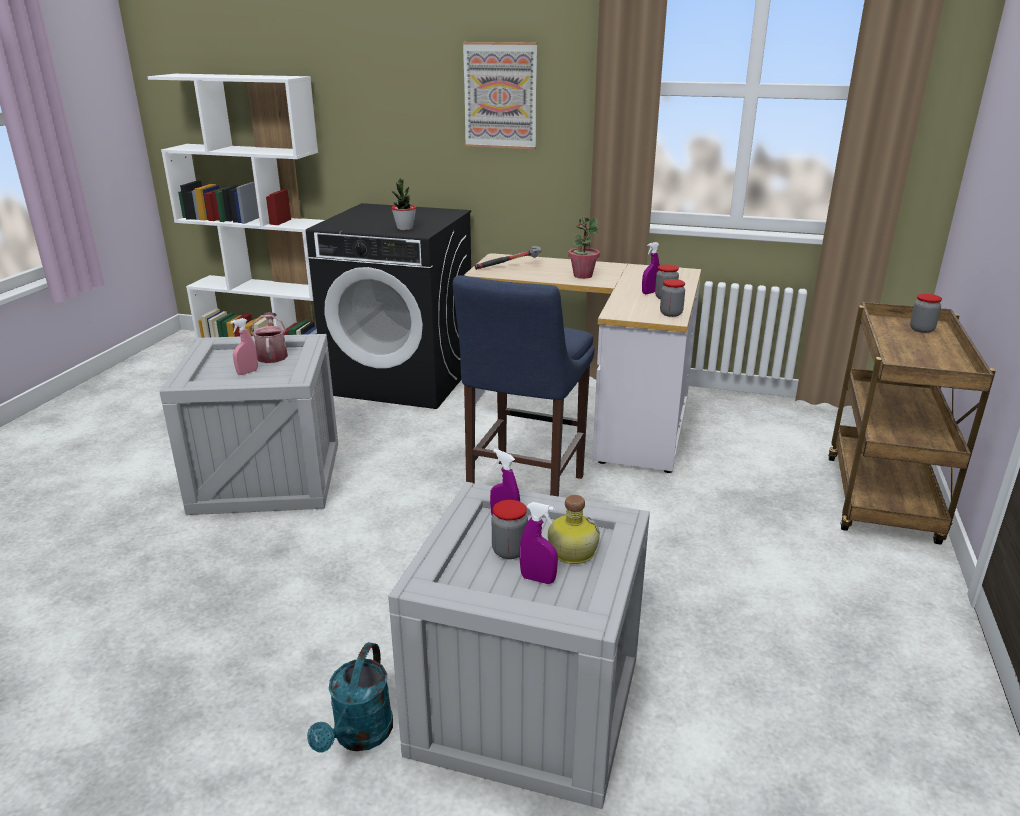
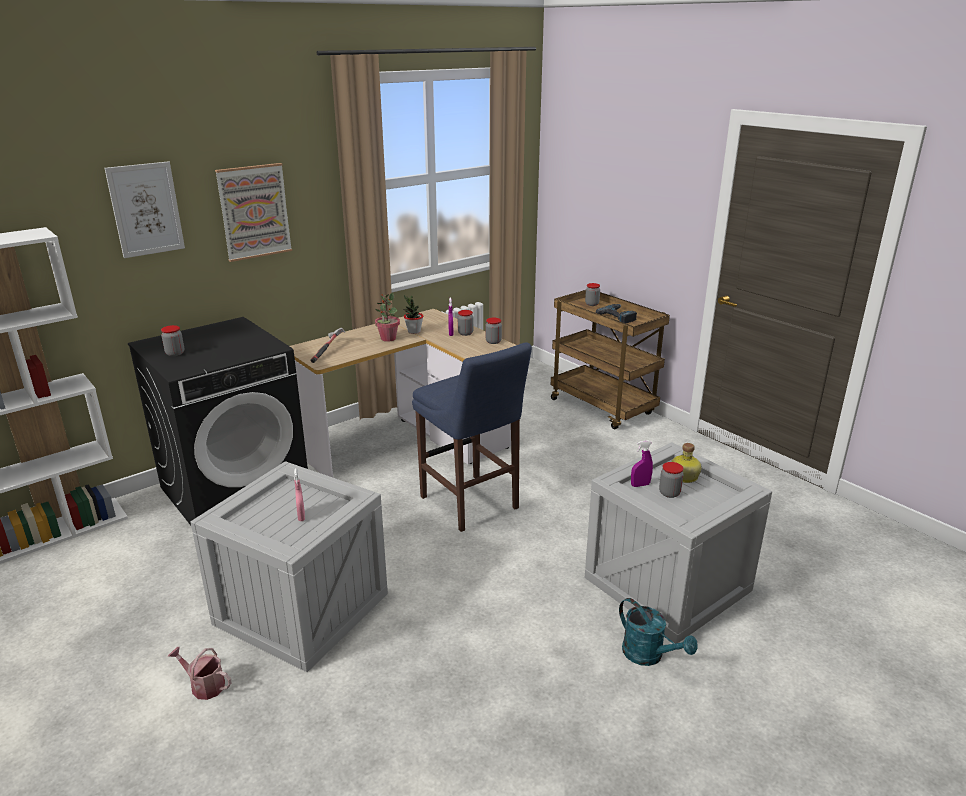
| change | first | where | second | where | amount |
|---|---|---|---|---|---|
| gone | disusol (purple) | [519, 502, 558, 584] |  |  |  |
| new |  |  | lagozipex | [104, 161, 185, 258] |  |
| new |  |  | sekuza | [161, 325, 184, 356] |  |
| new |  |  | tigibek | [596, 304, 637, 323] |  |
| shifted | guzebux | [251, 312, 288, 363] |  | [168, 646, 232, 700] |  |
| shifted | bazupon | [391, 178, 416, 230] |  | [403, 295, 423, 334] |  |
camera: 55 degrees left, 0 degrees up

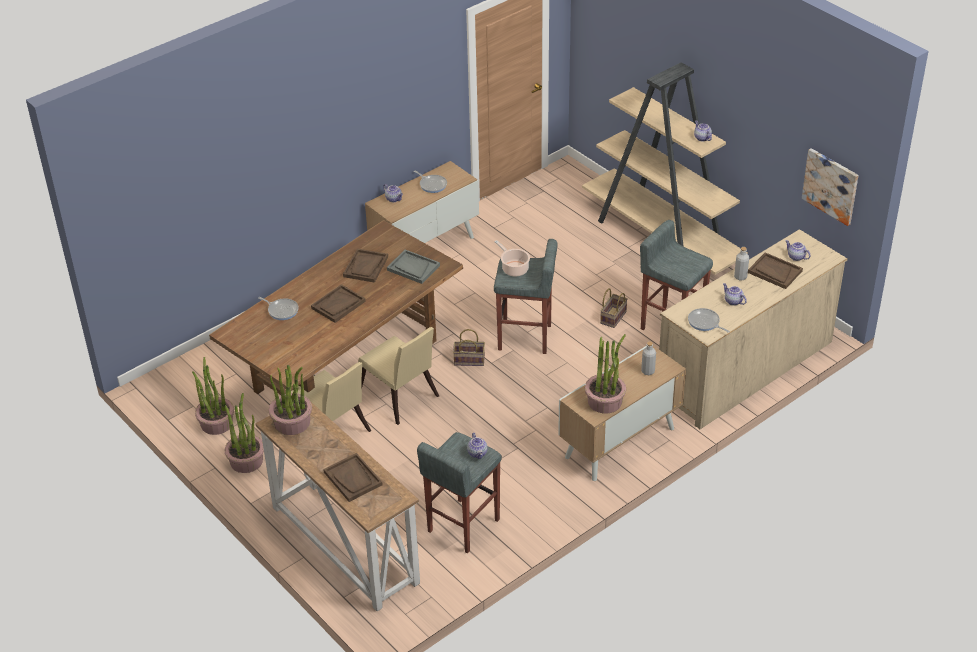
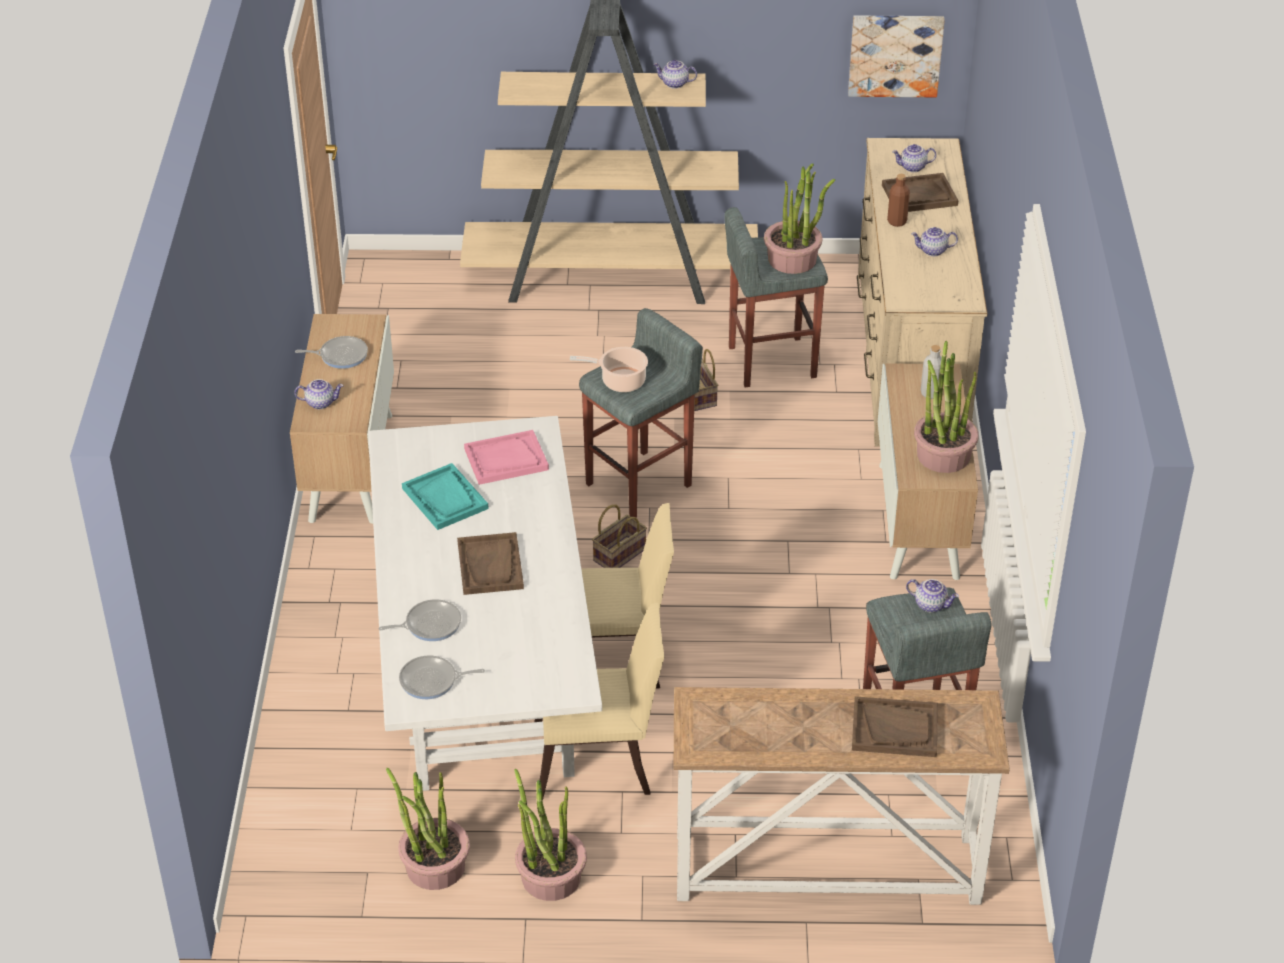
| change | first | where | second | where | amount |
|---|---|---|---|---|---|
| shifted | bazupon | [269, 365, 312, 435] |  | [764, 163, 835, 274] |  |
| shifted | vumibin | [688, 308, 730, 333] |  | [399, 655, 485, 699] |  |
| repainted | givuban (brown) | [209, 220, 463, 395] | givuban (white) | [368, 416, 602, 791] |  |
| repainted | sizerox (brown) | [343, 249, 388, 283] | sizerox (turquoise) | [402, 463, 489, 530] |  |
| repainted | sizerox (grey) | [387, 250, 440, 284] | sizerox (pink) | [464, 430, 549, 485] |  |
| repainted | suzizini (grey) | [734, 247, 749, 281] | suzizini (brown) | [887, 174, 910, 227] |  |
camera: 50 degrees left, 0 degrees up

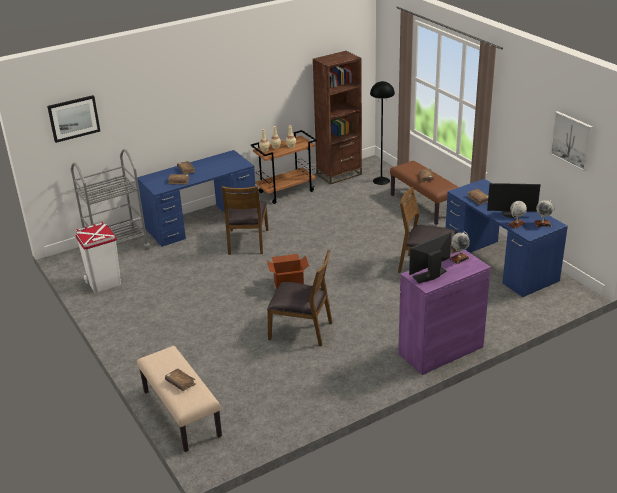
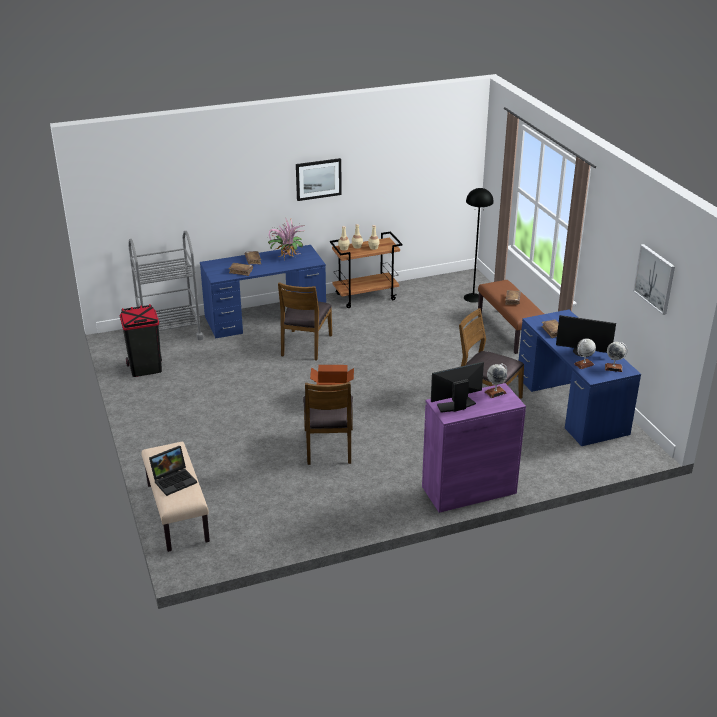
| change | first | where | second | where | amount |
|---|---|---|---|---|---|
| gone | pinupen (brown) | [313, 51, 362, 185] |  |  |  |
| new |  |  | bazupon | [266, 218, 304, 258] |  |
| shifted | lagozipex | [47, 95, 100, 143] |  | [296, 158, 342, 201] |  |
| swapped | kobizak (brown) | [165, 368, 195, 391] | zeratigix | [149, 446, 197, 496] |  |
| repainted | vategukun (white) | [76, 222, 121, 293] | vategukun (black) | [120, 304, 162, 377] |  |
| rotated | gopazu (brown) | [267, 250, 332, 346] |  | [303, 382, 353, 465] | 60 degrees clockwise |
camera: 10 degrees right, 0 degrees up

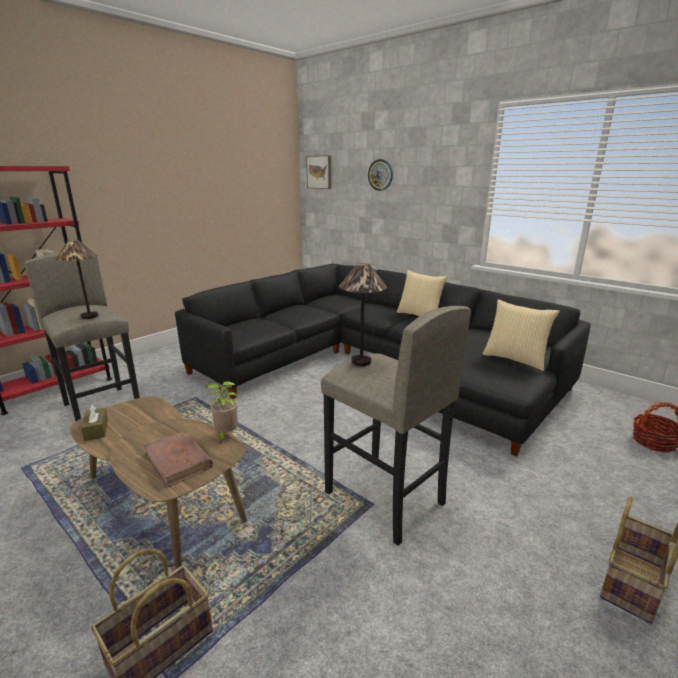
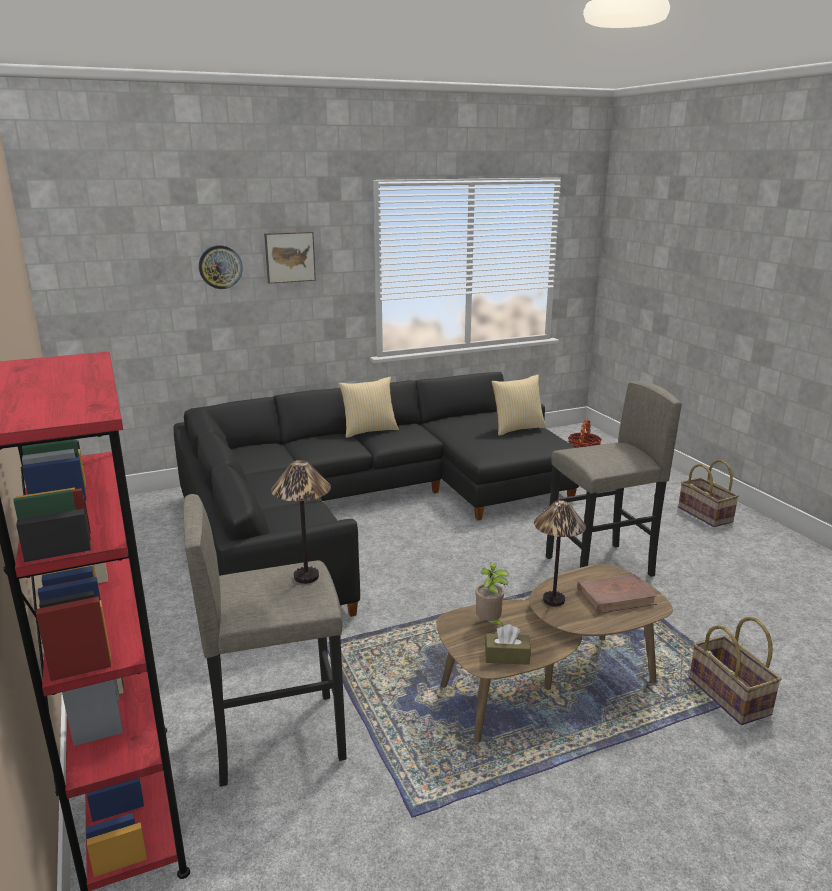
| change | first | where | second | where | amount |
|---|---|---|---|---|---|
| shifted | bazupon | [205, 381, 238, 444] |  | [475, 562, 508, 627] |  |
| shifted | lagozipex | [306, 155, 331, 189] |  | [264, 231, 316, 284] |  |
| shifted | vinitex | [339, 263, 387, 366] |  | [534, 500, 586, 606] |  |
camera: 65 degrees left, 0 degrees up

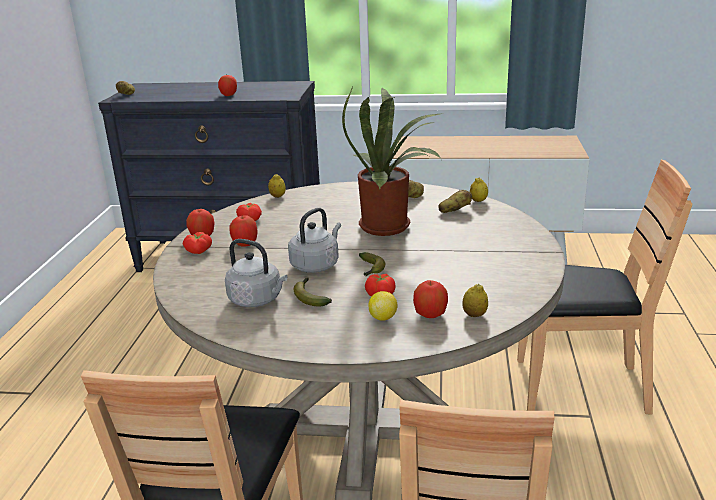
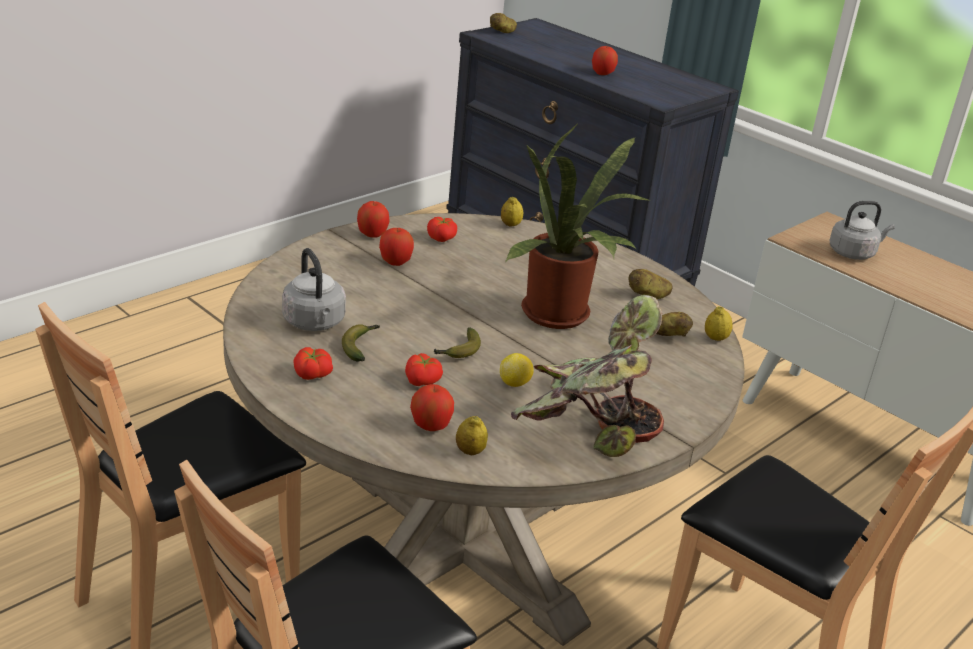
| change | first | where | second | where | amount |
|---|---|---|---|---|---|
| new |  |  | bazupon | [511, 295, 664, 457] |  |
| shifted | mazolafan | [183, 232, 212, 254] |  | [293, 347, 333, 380] |  |
| shifted | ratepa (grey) | [288, 208, 341, 273] |  | [829, 201, 895, 260] |  |
| shifted | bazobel | [369, 291, 398, 321] |  | [500, 353, 534, 387] |  |
camera: 35 degrees right, 5 degrees up

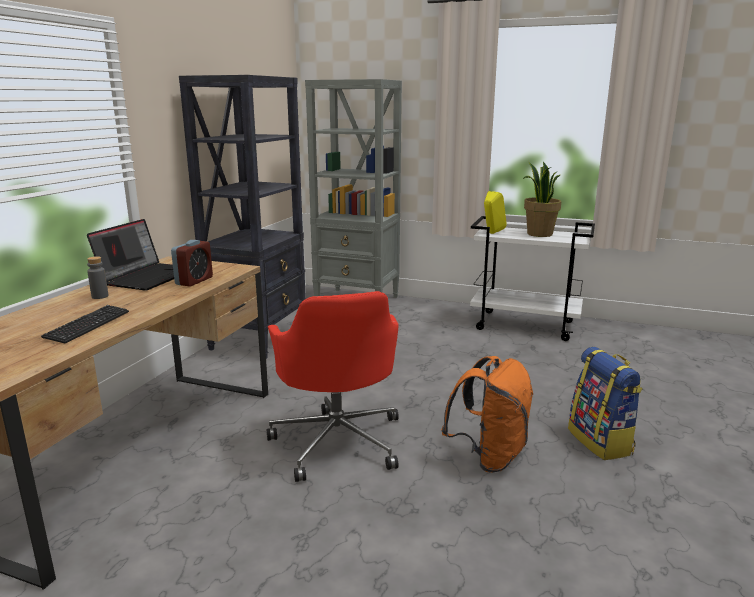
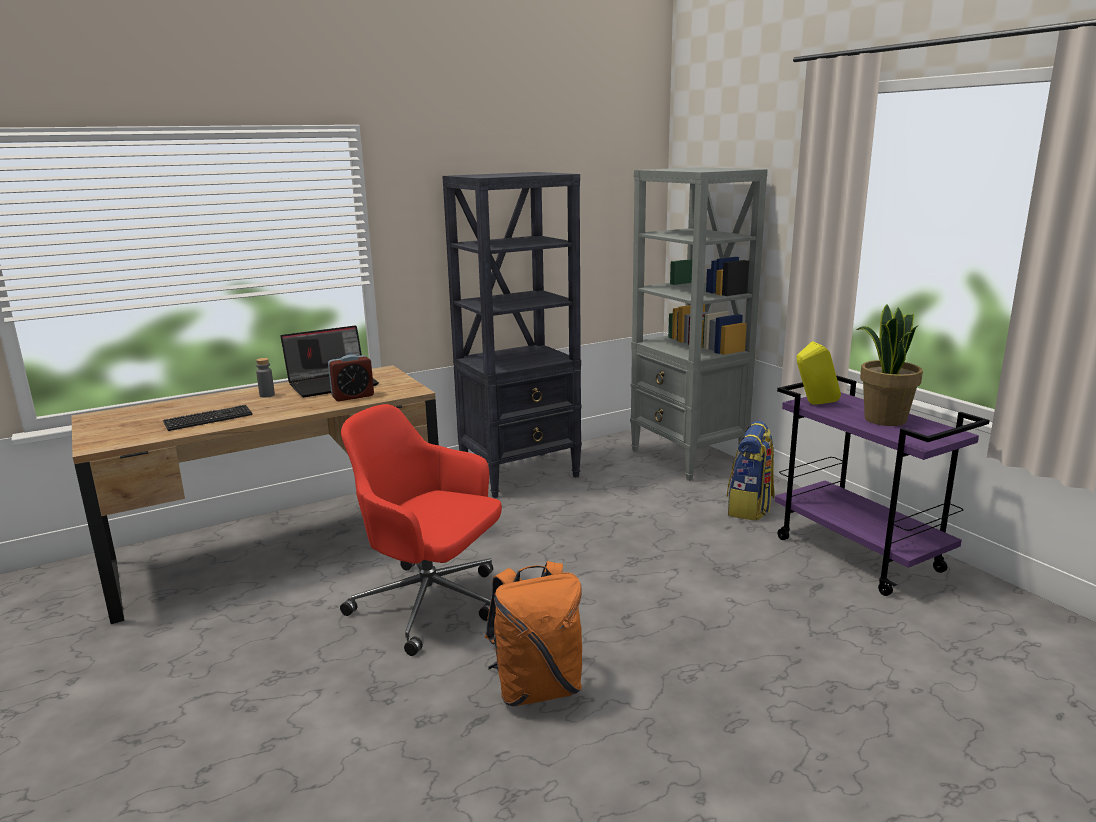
| change | first | where | second | where | amount |
|---|---|---|---|---|---|
| shifted | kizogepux | [568, 347, 642, 460] |  | [727, 421, 775, 521] |  |
| repainted | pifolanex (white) | [470, 216, 595, 341] | pifolanex (purple) | [775, 375, 990, 596] |  |
| rotated | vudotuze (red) | [267, 291, 399, 482] |  | [340, 404, 502, 656] | 90 degrees clockwise |
camera: 40 degrees right, 0 degrees up

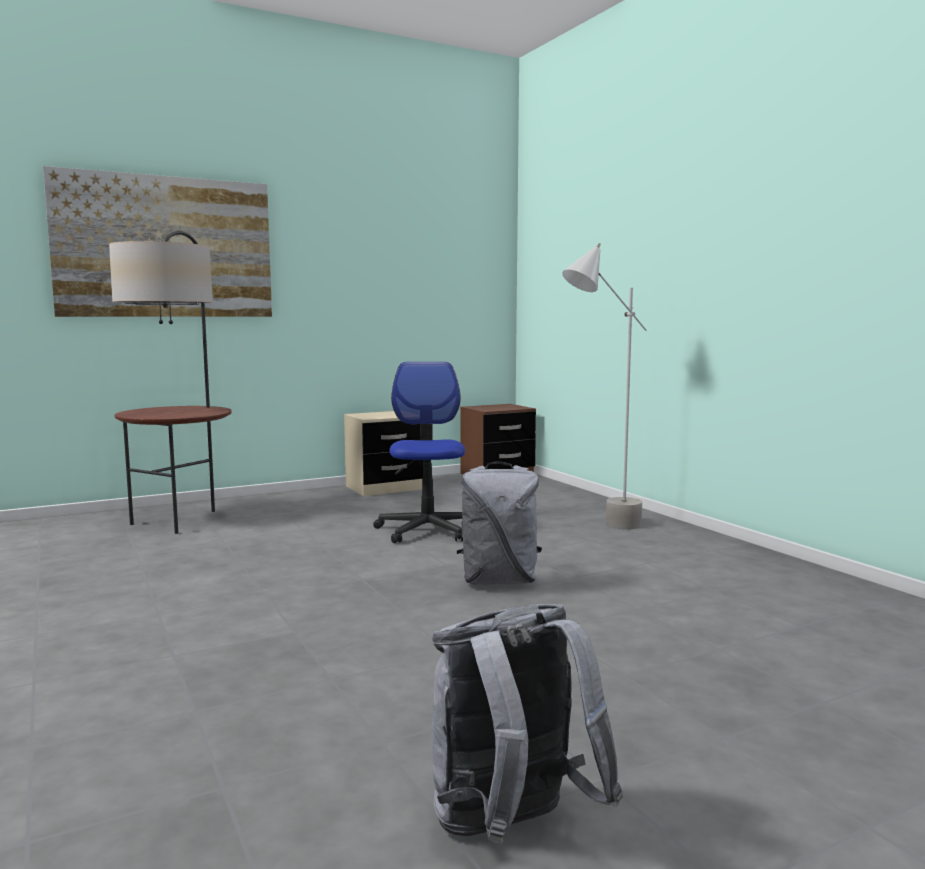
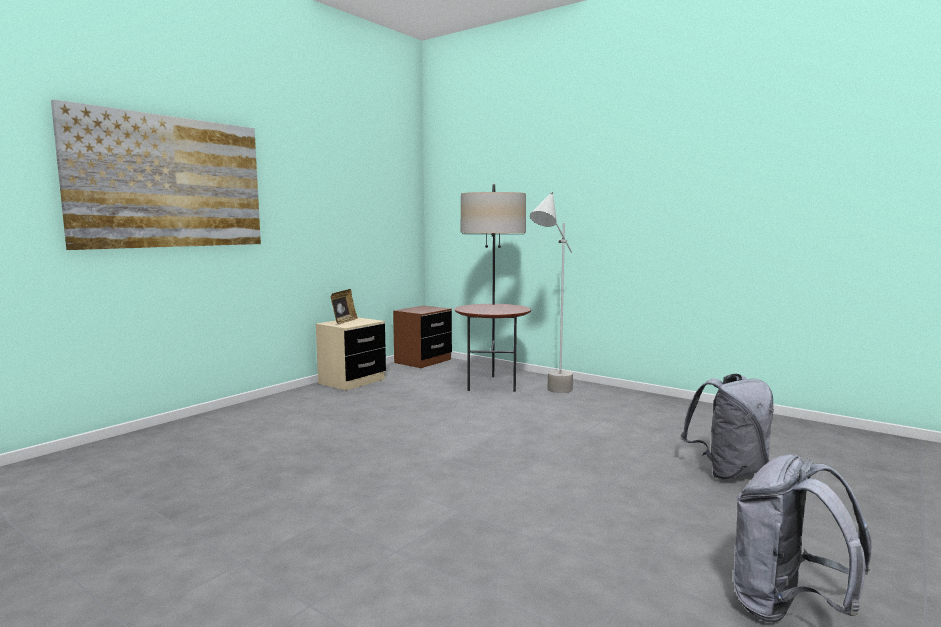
| change | first | where | second | where | amount |
|---|---|---|---|---|---|
| gone | vudotuze | [373, 362, 465, 543] |  |  |  |
| new |  |  | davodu | [330, 289, 358, 324] |  |
| shifted | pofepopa | [109, 231, 232, 534] |  | [455, 183, 531, 392] |  |
| shifted | kizogepux (grey) | [457, 462, 542, 584] |  | [681, 374, 774, 480] |  |
camera: 25 degrees left, 0 degrees up

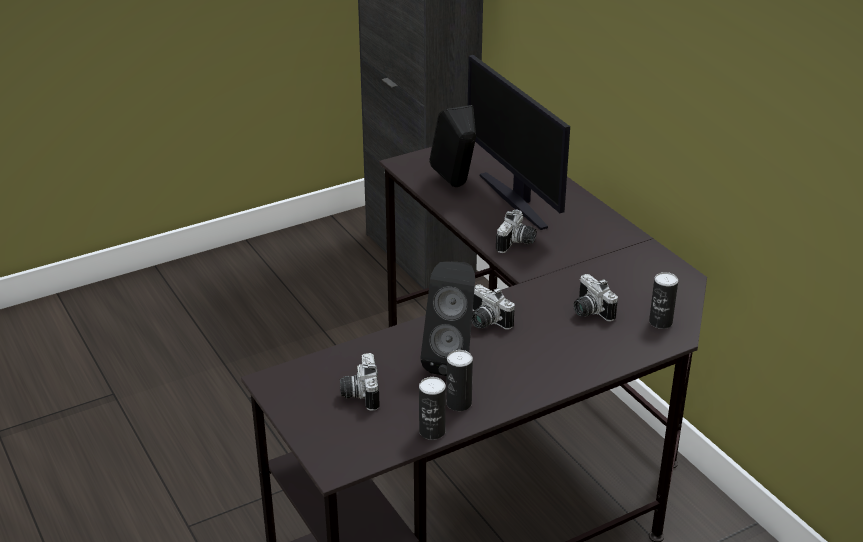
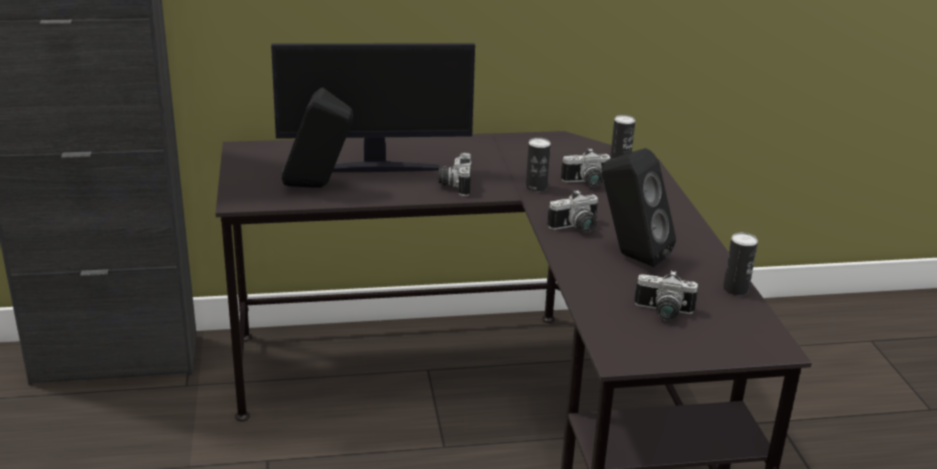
| change | first | where | second | where | amount |
|---|---|---|---|---|---|
| shifted | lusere | [446, 350, 473, 411] |  | [526, 138, 551, 192] |  |
| rotated | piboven | [496, 210, 537, 253] |  | [438, 153, 472, 196] | 135 degrees counterclockwise |
camera: 70 degrees left, 5 degrees down

